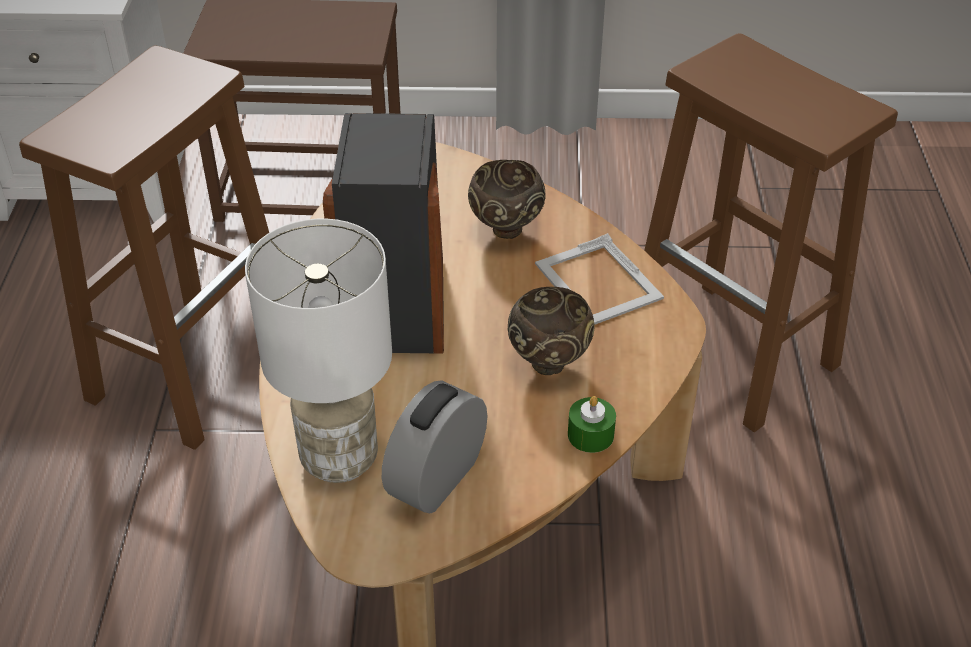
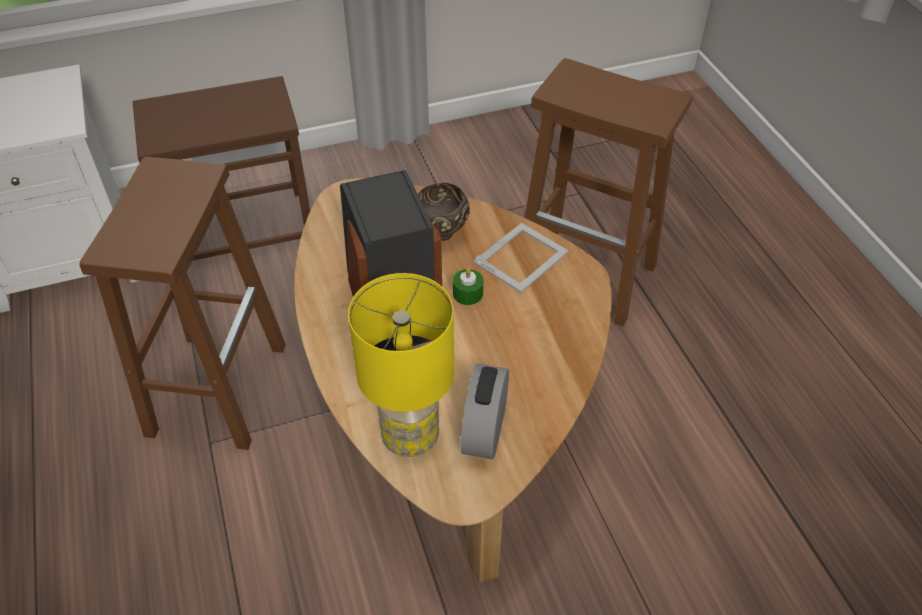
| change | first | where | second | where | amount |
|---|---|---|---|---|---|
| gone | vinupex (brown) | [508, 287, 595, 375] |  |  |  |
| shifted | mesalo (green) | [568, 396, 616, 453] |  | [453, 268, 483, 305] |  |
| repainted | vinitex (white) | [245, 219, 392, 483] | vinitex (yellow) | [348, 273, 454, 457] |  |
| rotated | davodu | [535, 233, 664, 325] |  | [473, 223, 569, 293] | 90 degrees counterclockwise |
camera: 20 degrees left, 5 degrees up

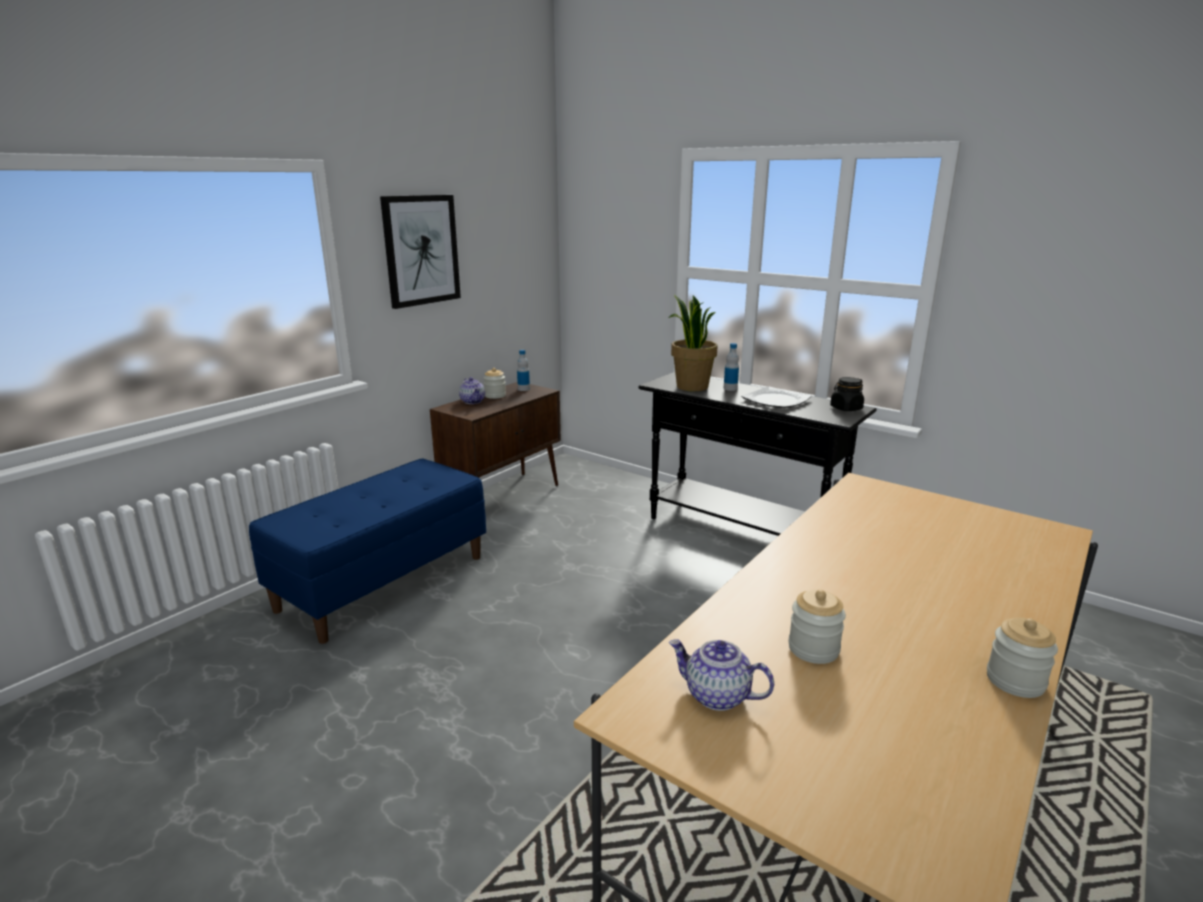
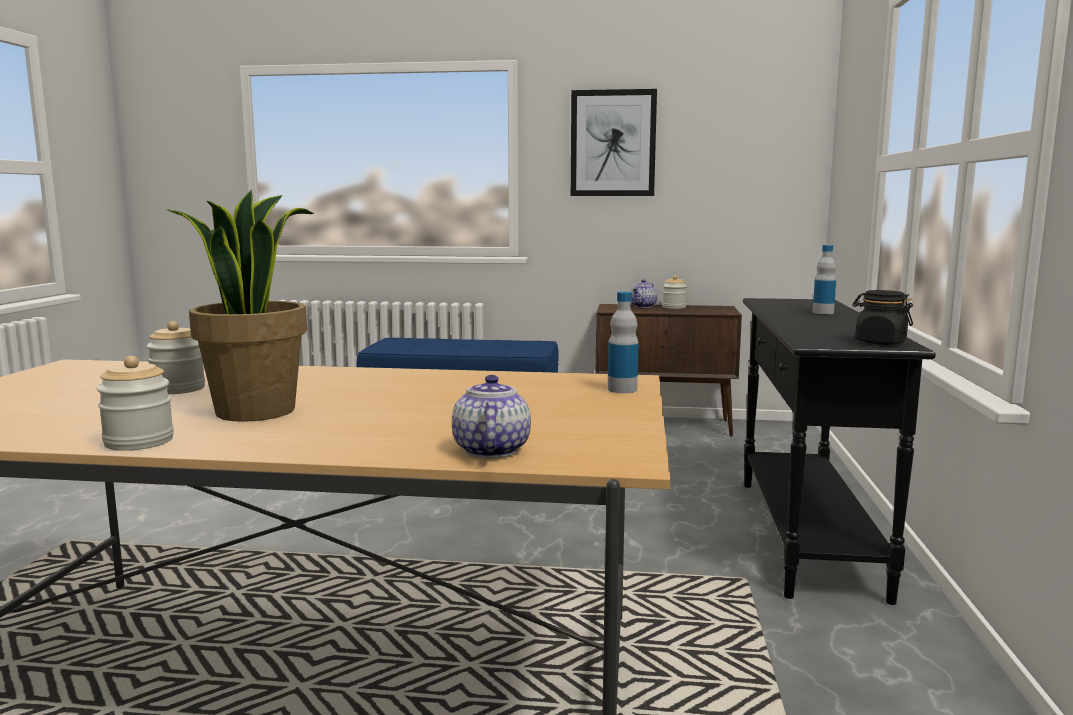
| change | first | where | second | where | amount |
|---|---|---|---|---|---|
| gone | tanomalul | [741, 386, 811, 408] |  |  |  |
| shifted | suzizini | [517, 350, 530, 391] |  | [608, 292, 638, 393] |  |
| shifted | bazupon | [669, 295, 718, 391] |  | [165, 190, 314, 422] |  |
| shifted | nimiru | [669, 639, 774, 711] |  | [452, 375, 531, 458] |  |
camera: 60 degrees right, 10 degrees down

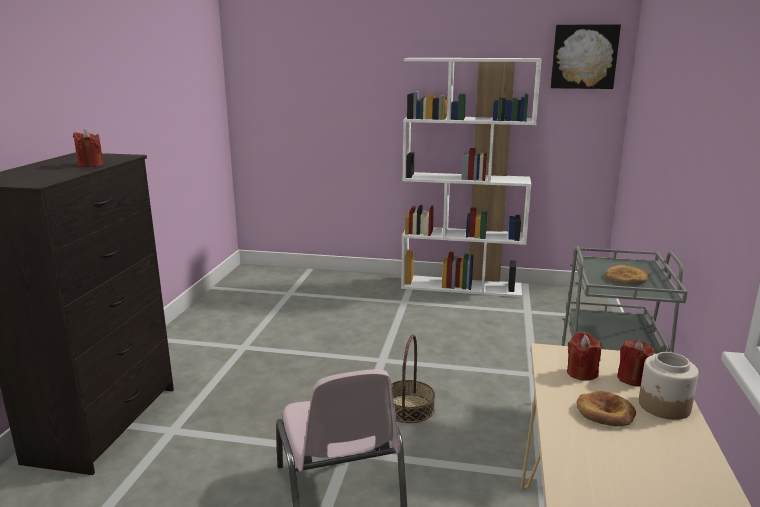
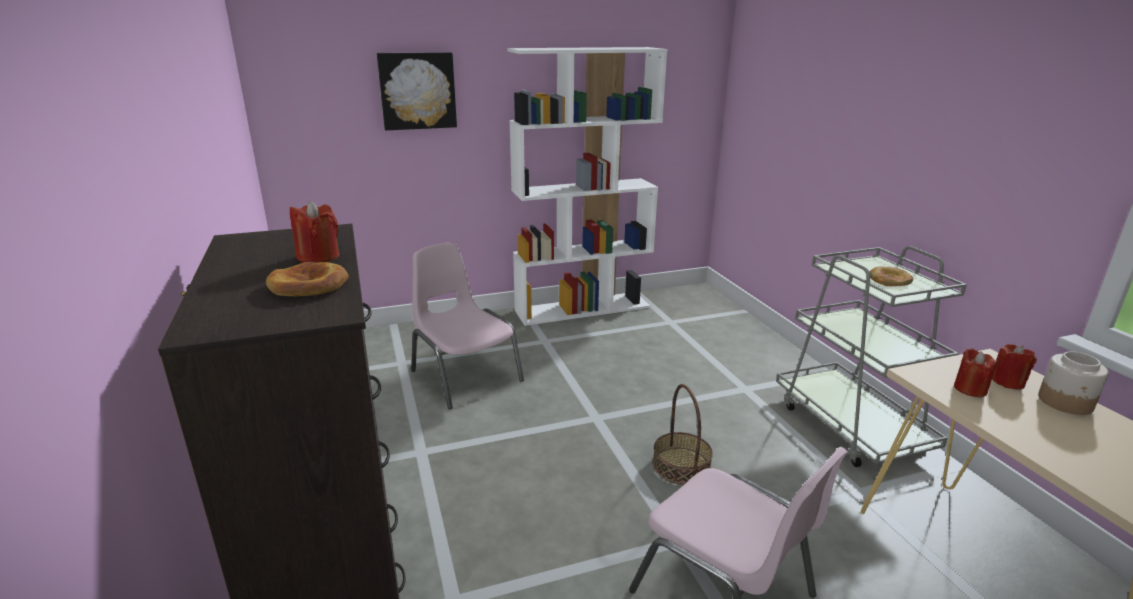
| change | first | where | second | where | amount |
|---|---|---|---|---|---|
| new |  |  | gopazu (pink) | [411, 243, 524, 409] |  |
| shifted | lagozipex | [550, 24, 621, 89] |  | [377, 52, 457, 130] |  |
| shifted | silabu | [576, 391, 636, 426] |  | [266, 262, 349, 296] |  |
camera: 30 degrees left, 5 degrees up

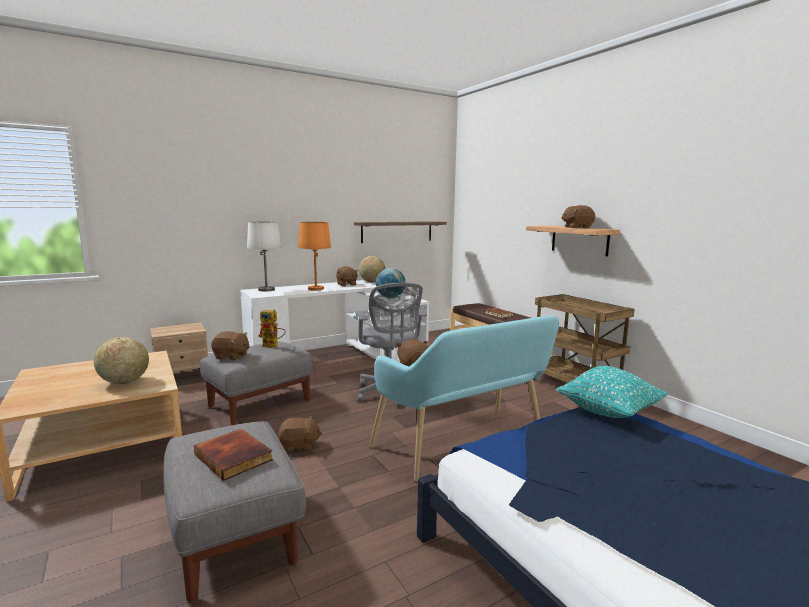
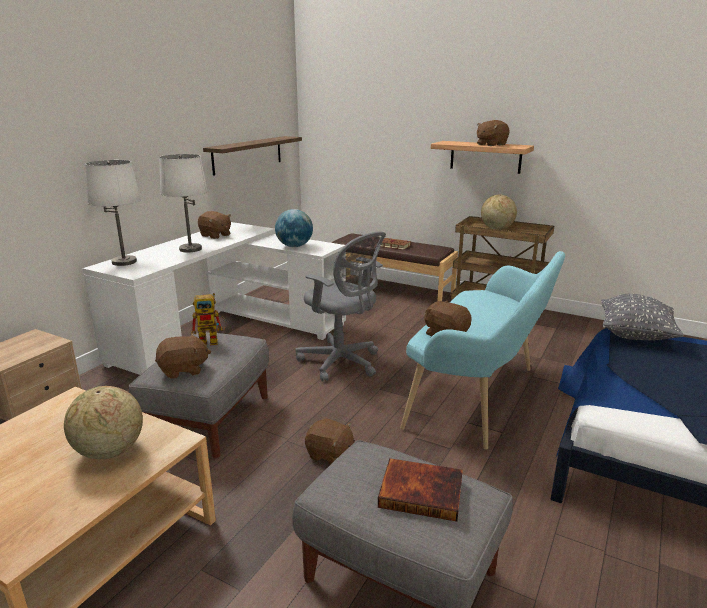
| change | first | where | second | where | amount |
|---|---|---|---|---|---|
| shifted | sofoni | [359, 256, 385, 283] |  | [481, 195, 517, 230] |  |
| repainted | vinitex (orange) | [298, 221, 331, 291] | vinitex (white) | [159, 154, 208, 252] |  |
| repainted | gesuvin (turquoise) | [557, 366, 668, 418] | gesuvin (grey) | [601, 294, 684, 340] |  |
| rotated | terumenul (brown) | [278, 416, 322, 452] |  | [305, 419, 355, 465] | 60 degrees clockwise |
camera: 30 degrees left, 10 degrees up

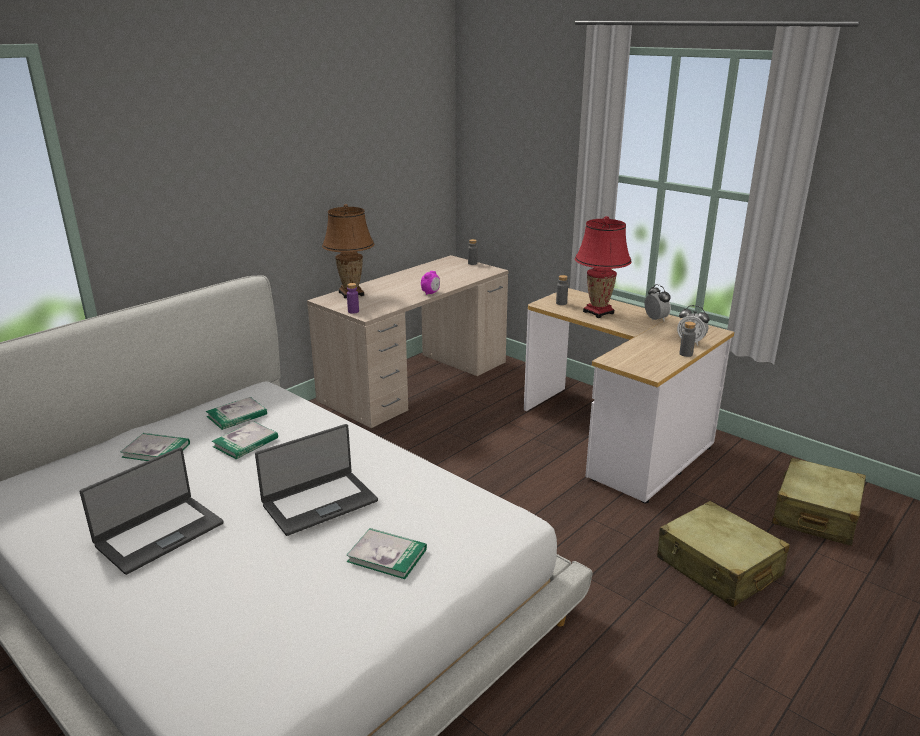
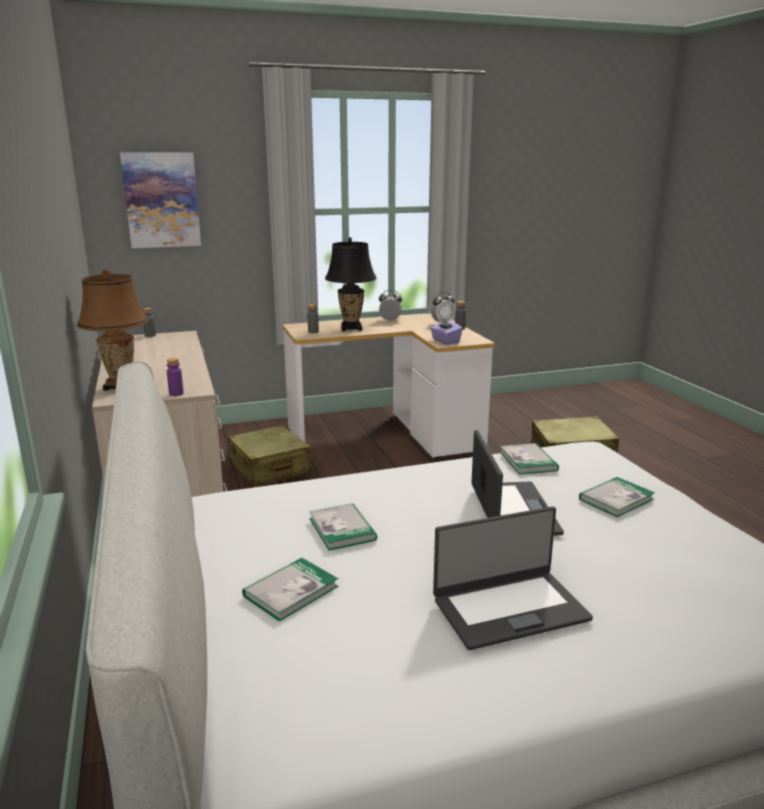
| change | first | where | second | where | amount |
|---|---|---|---|---|---|
| gone | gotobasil | [421, 271, 440, 295] |  |  |  |
| new |  |  | lagozipex | [120, 152, 201, 248] |  |
| new |  |  | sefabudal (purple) | [430, 317, 462, 345] |  |
| shifted | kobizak | [206, 397, 267, 430] |  | [500, 443, 559, 475] |  |
| shifted | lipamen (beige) | [772, 458, 866, 546] |  | [228, 425, 312, 487] |  |
| repainted | vinitex (red) | [575, 216, 632, 318] | vinitex (black) | [325, 237, 376, 331] |  |
| rotated | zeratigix | [80, 447, 224, 575] |  | [433, 506, 593, 650] | 90 degrees clockwise |
camera: 60 degrees left, 5 degrees down

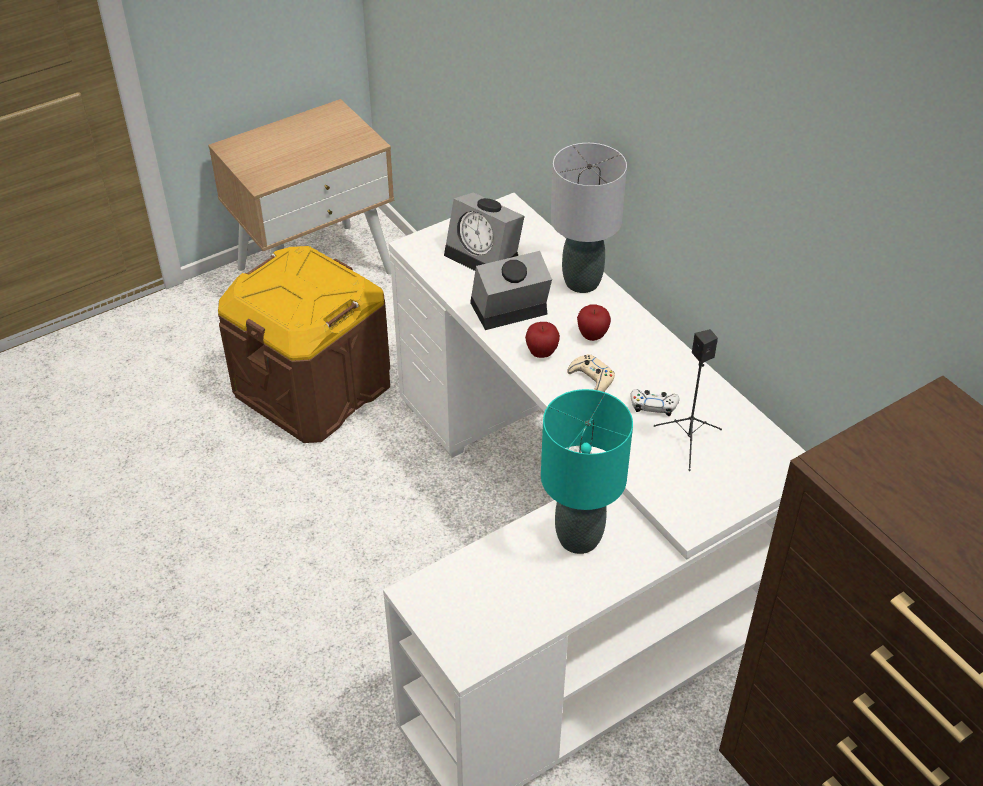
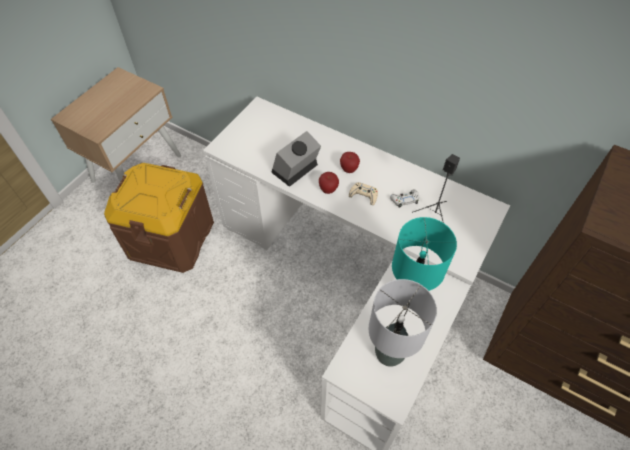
| change | first | where | second | where | amount |
|---|---|---|---|---|---|
| gone | gotobasil | [444, 192, 525, 271] |  |  |  |
| shifted | vinitex (grey) | [551, 143, 627, 293] |  | [368, 279, 437, 367] |  |
camera: 25 degrees left, 10 degrees up

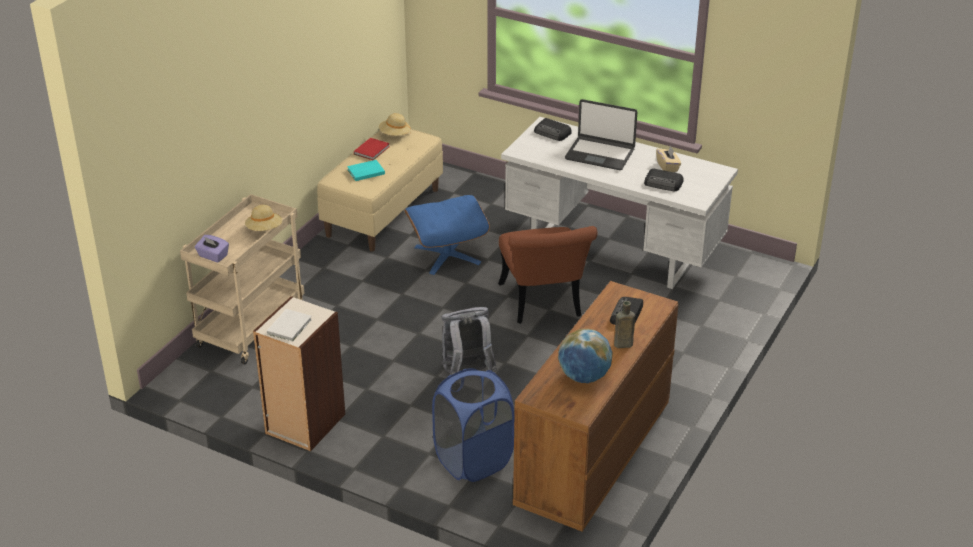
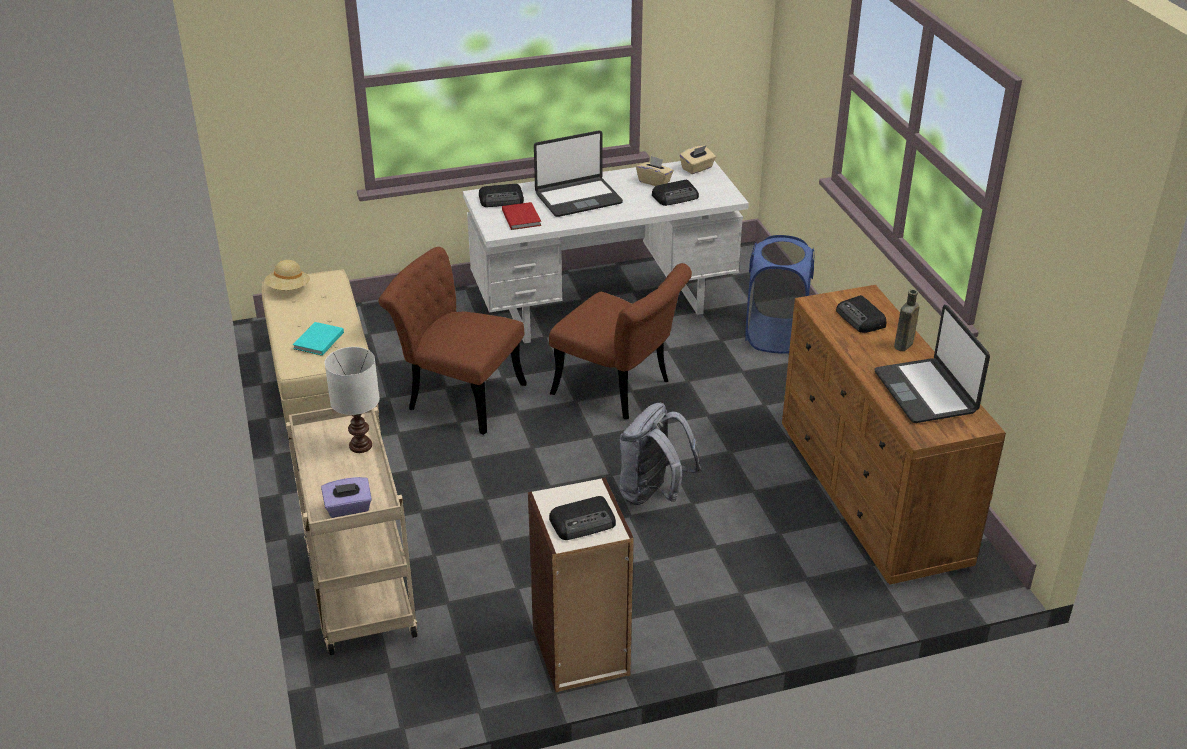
| change | first | where | second | where | amount |
|---|---|---|---|---|---|
| new |  |  | sefabudal (beige) | [680, 146, 716, 174] |  |
| shifted | kobizak (red) | [354, 138, 390, 160] |  | [502, 202, 541, 230] |  |
| shifted | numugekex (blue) | [432, 368, 514, 482] |  | [745, 235, 814, 354] |  |
| swapped | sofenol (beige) | [245, 205, 282, 231] | vinitex (white) | [325, 347, 379, 453] |  |
| swapped | kobizak (white) | [267, 309, 312, 342] | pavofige | [549, 496, 616, 540] |  |
| swapped | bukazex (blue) | [404, 195, 490, 275] | gopazu (brown) | [379, 247, 527, 435] |  |
| swapped | sofoni | [558, 329, 613, 383] | zeratigix | [874, 305, 990, 423] |  |
camera: 45 degrees left, 0 degrees up

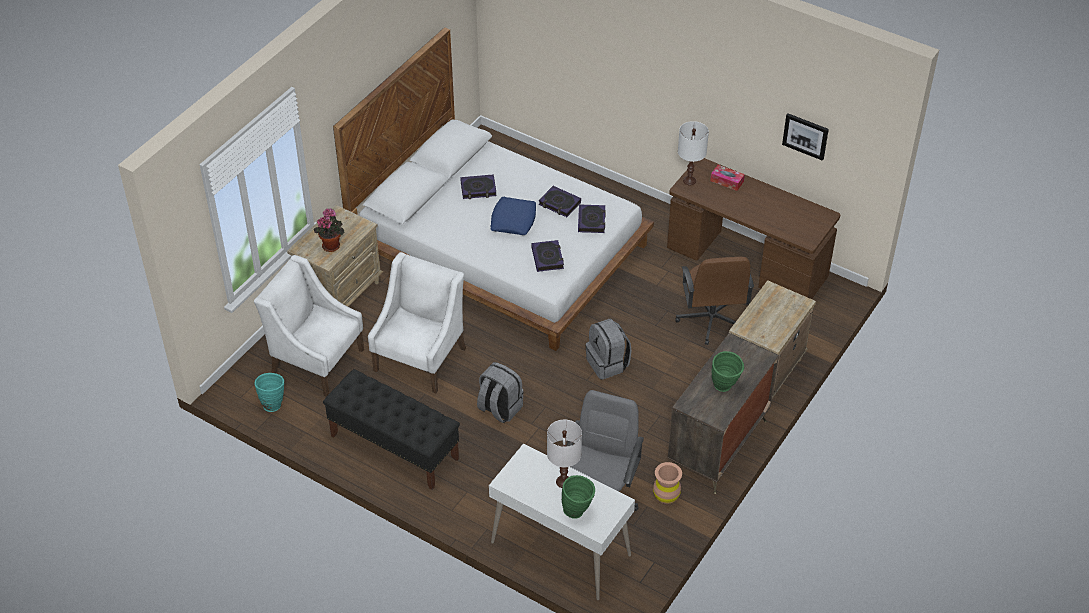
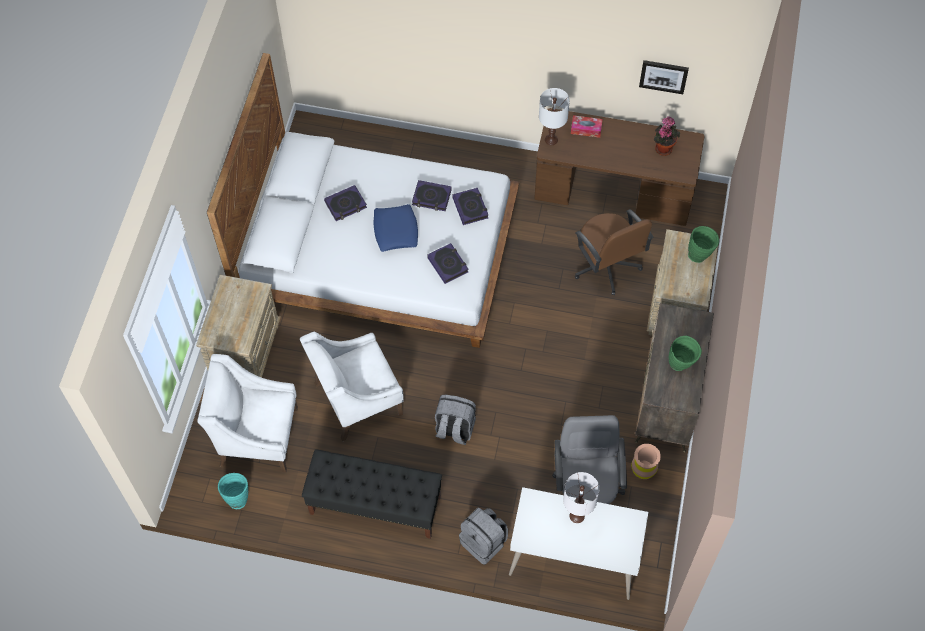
| change | first | where | second | where | amount |
|---|---|---|---|---|---|
| shifted | bazupon | [314, 208, 344, 252] |  | [654, 116, 680, 156] |  |
| shifted | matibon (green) | [562, 475, 595, 519] |  | [688, 226, 719, 263] |  |
| shifted | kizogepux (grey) | [585, 319, 631, 380] |  | [459, 507, 508, 565] |  |
| rotated | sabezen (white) | [368, 252, 466, 393] |  | [300, 332, 403, 442] | 120 degrees counterclockwise |
camera: 20 degrees left, 15 degrees up

